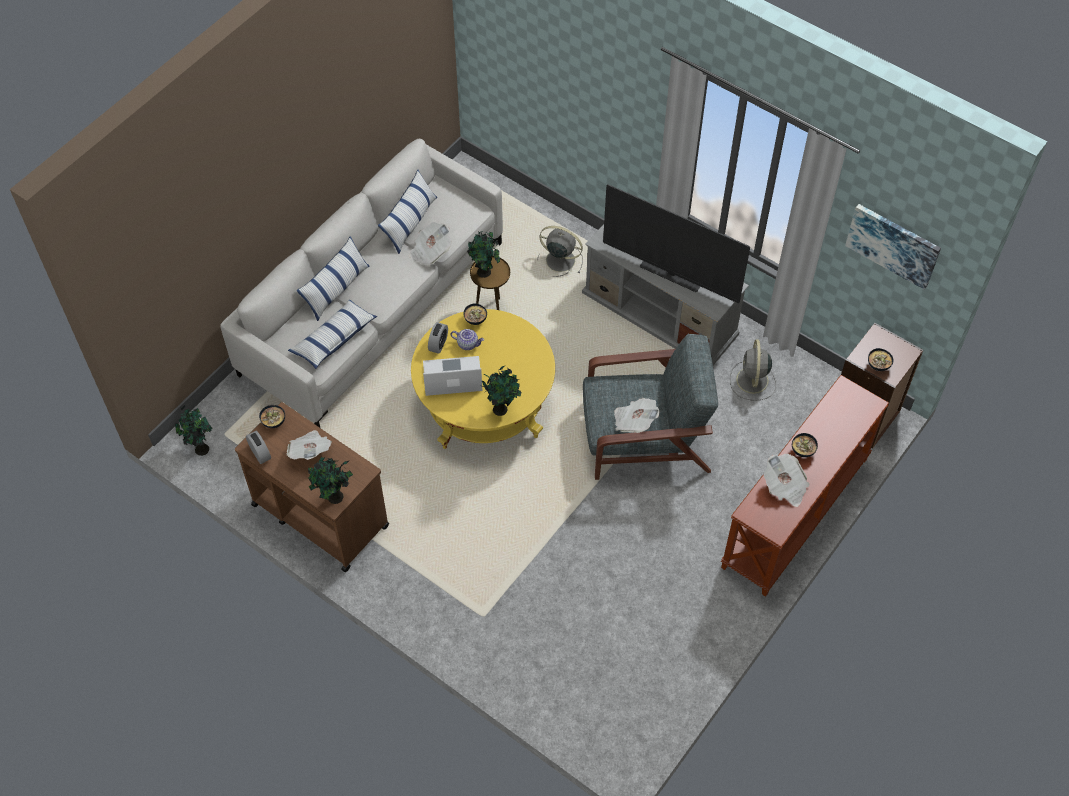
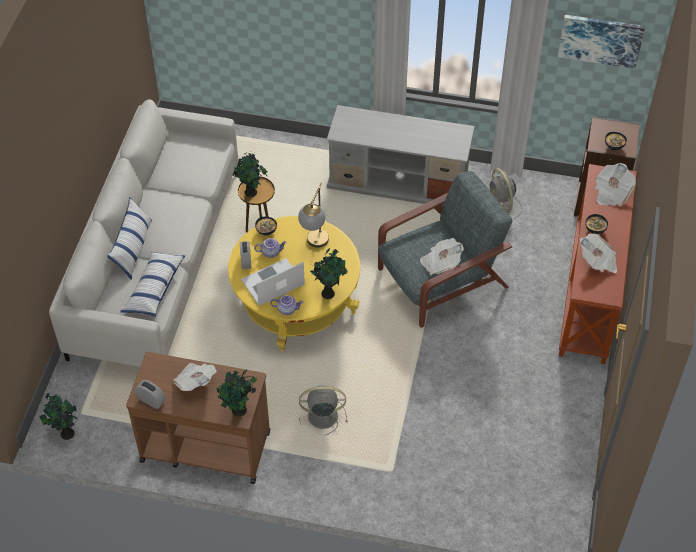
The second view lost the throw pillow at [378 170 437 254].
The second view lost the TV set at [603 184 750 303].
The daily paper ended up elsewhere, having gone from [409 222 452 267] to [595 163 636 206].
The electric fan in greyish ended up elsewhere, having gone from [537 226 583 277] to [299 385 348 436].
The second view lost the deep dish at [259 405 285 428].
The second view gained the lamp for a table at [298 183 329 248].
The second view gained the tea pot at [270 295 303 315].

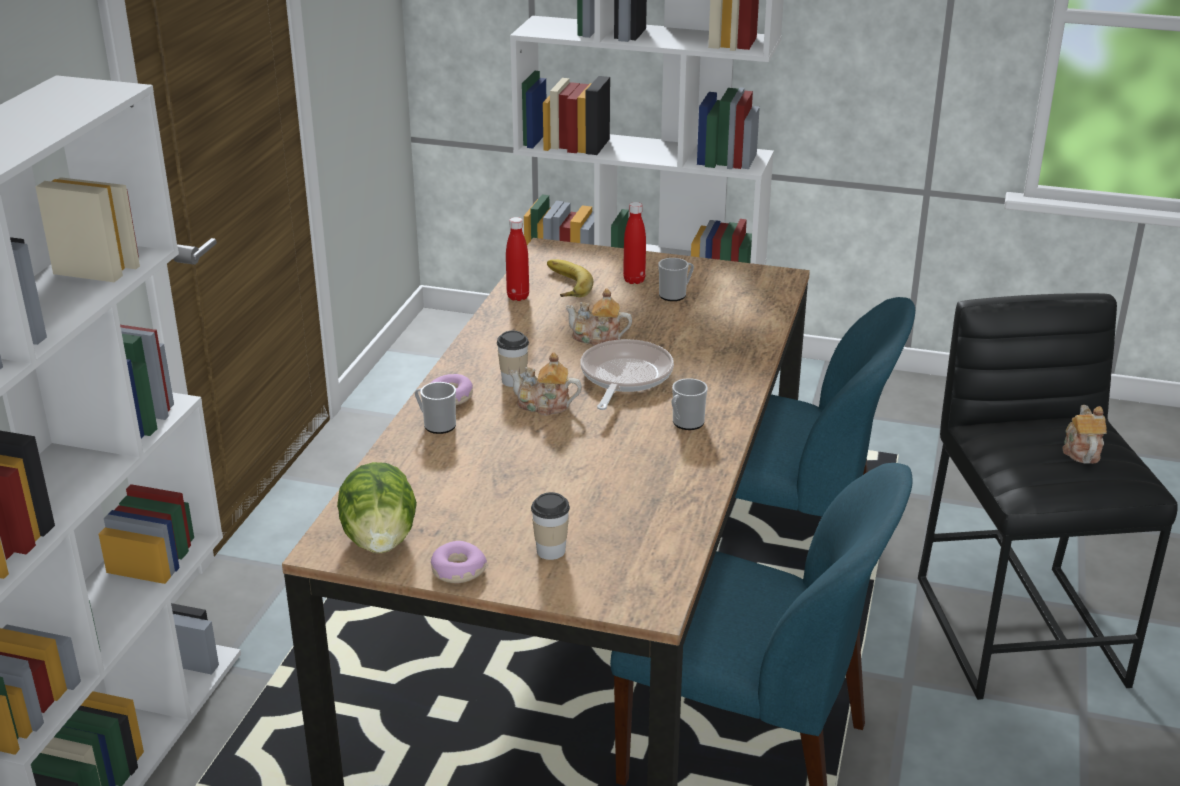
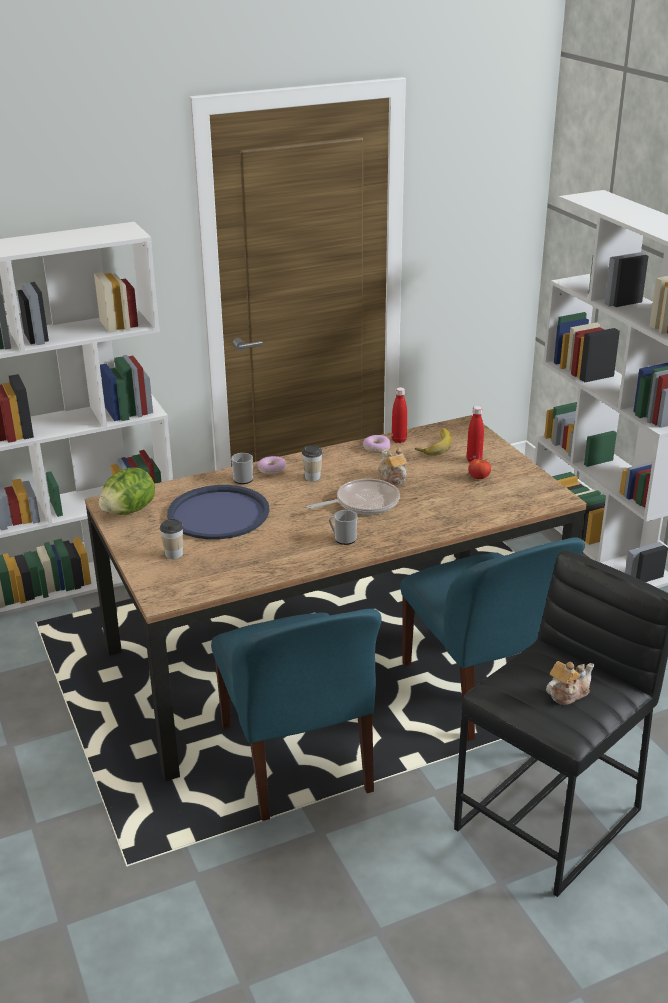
Where the mug stood at [658 258 694 301], the whole tomato came to stand at [468 459 491 479].
The second view lost the tea pot at [509 352 582 416].
The ring doughnut ended up elsewhere, having gone from [431 541 487 583] to [363 435 391 453].
The second view gained the carrying tray in blue-coloured at [167 485 270 539].

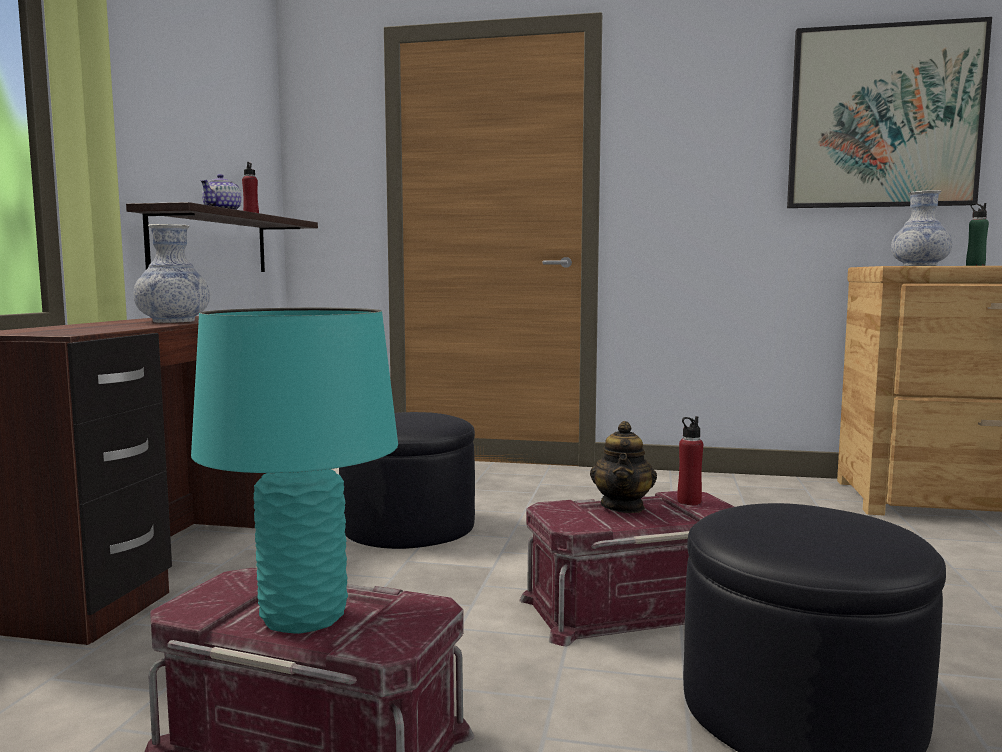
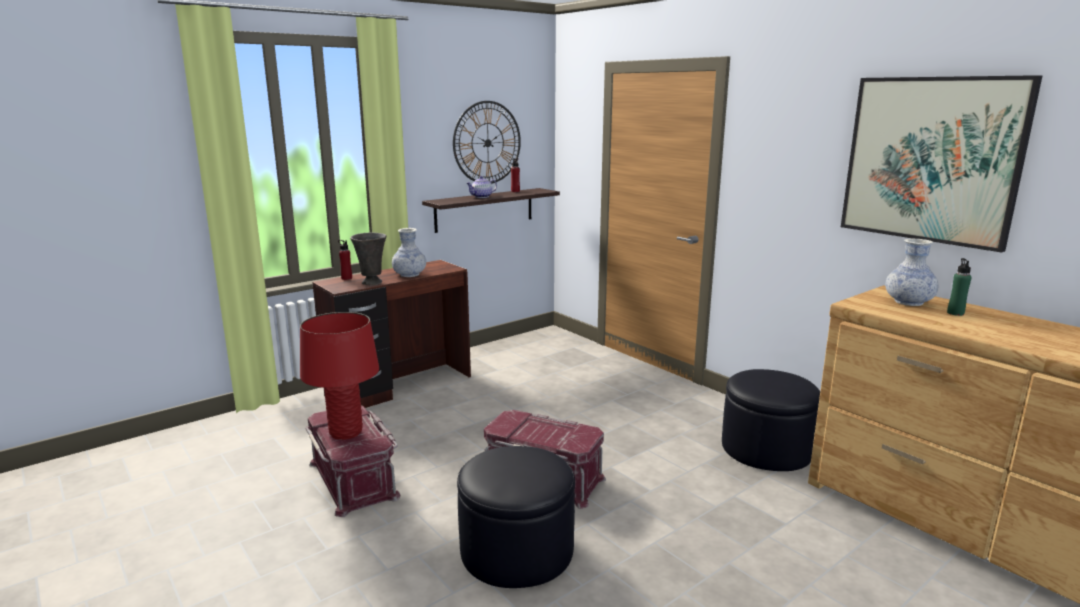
What was the lamp for a table in turquoise at [191 308 398 634] turned into the lamp for a table in reddish at [300 312 379 440].
The pouffe in black-coloured ended up elsewhere, having gone from [339 412 475 549] to [722 369 820 471].
The bottle in reddish ended up elsewhere, having gone from [677 416 703 505] to [338 240 352 280].
The second view lost the tea pot at [590 421 657 513].
The second view gained the clock on the wall at [453 101 521 184].
The second view gained the vase in greyish at [350 233 386 285].

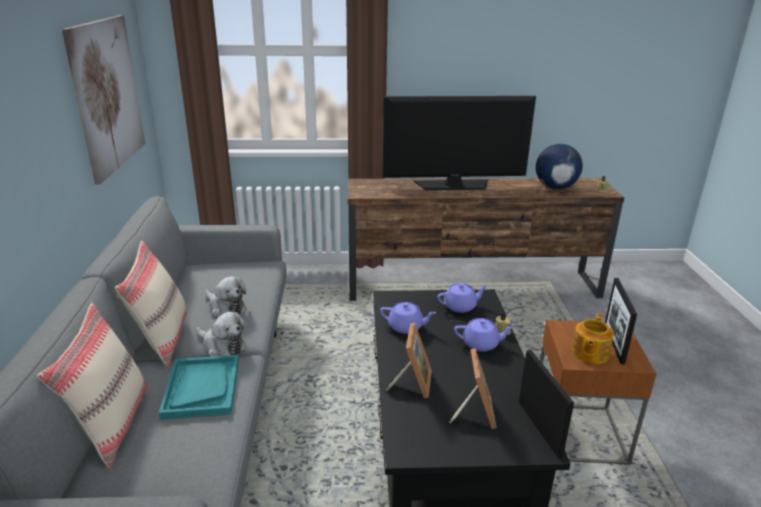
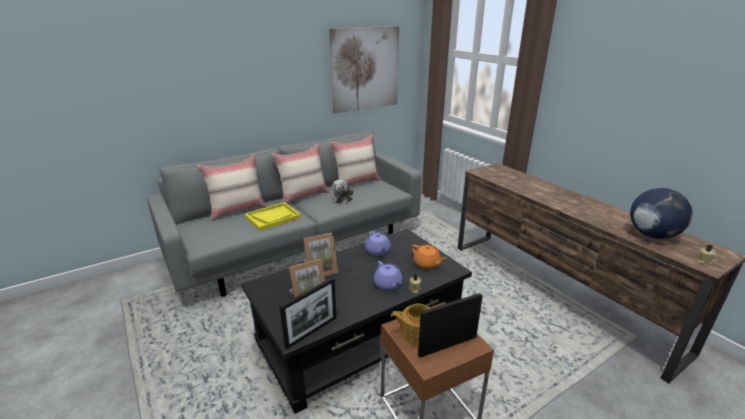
The second view lost the TV set at [383 96 536 190].
What was the tea pot in purple-coloured at [437 283 488 313] turned into the tea pot in orange at [411 244 447 269].
The second view lost the soft toy at [196 312 247 357].
What was the carrying tray in turquoise at [159 355 239 420] turned into the carrying tray in yellowish at [245 202 301 231].
The second view gained the throw pillow in sand-coloured at [330 134 381 185].

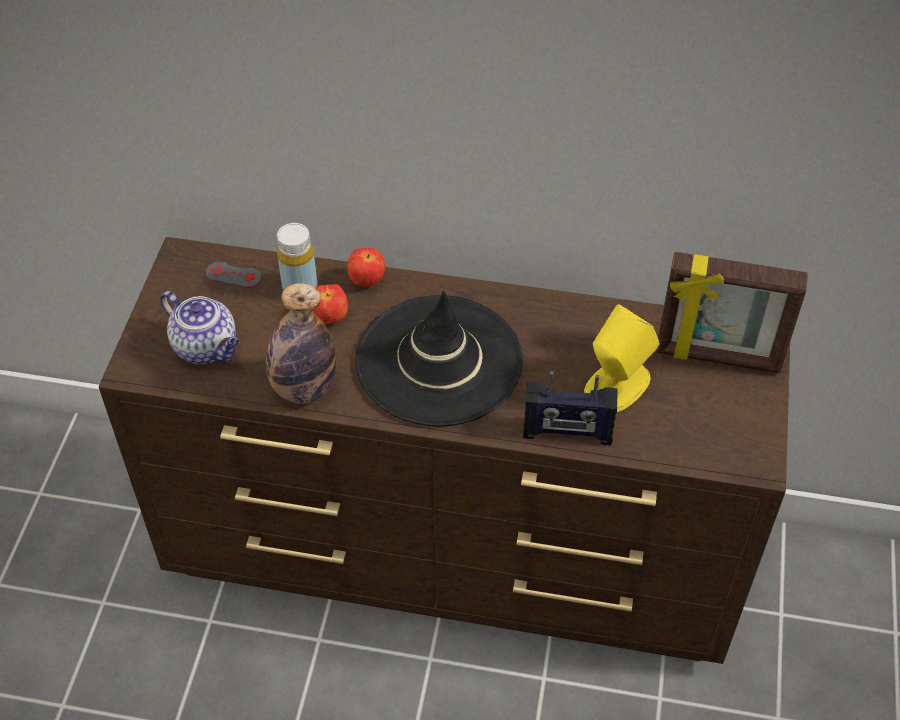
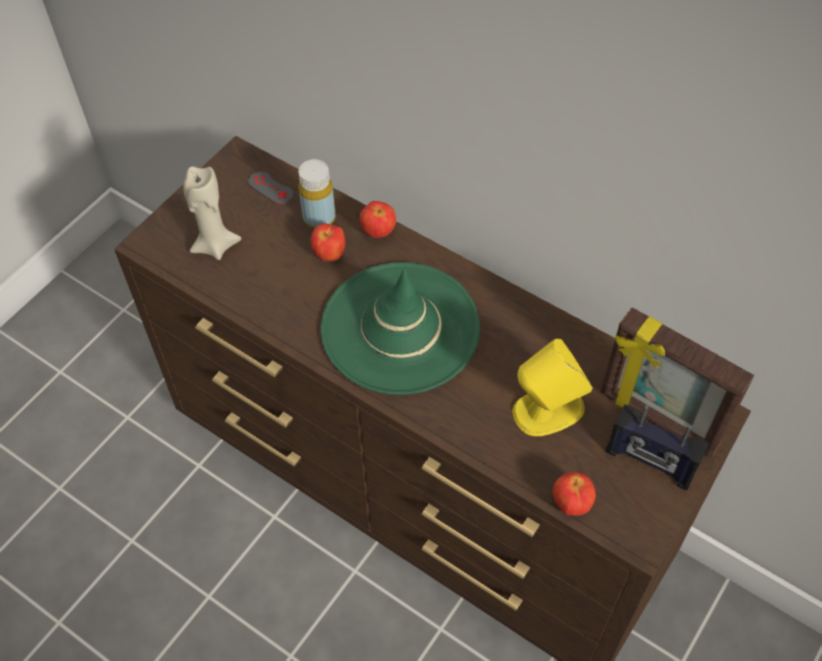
The second view lost the bottle at [266 283 336 404].
Where the tea pot stood at [160 291 239 364], the wax candle in sand-coloured came to stand at [183 166 242 260].
What was the hat in black-coloured at [355 291 523 427] turned into the hat in green-coloured at [321 262 480 395].
The radio receiver ended up elsewhere, having gone from [523 371 618 445] to [606 404 709 491].
The second view gained the whole apple at [553 472 596 516].

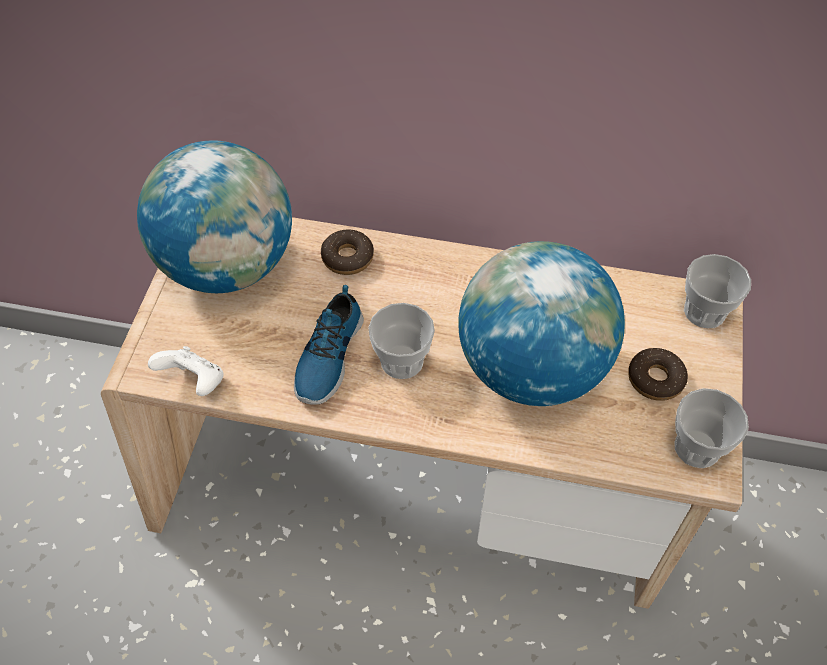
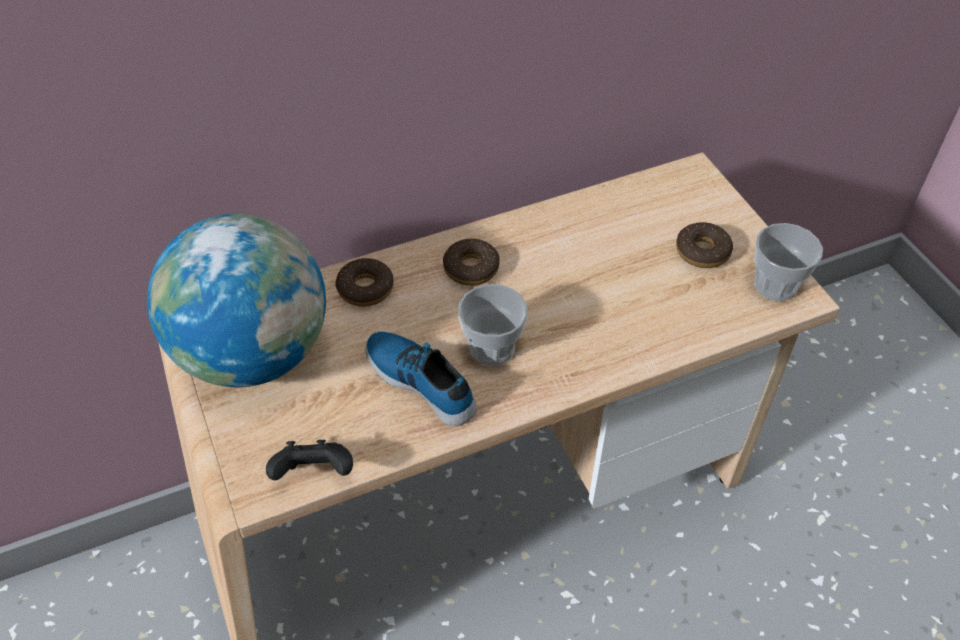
The second view lost the desk globe at [458 241 625 406].
The second view lost the cup at [684 254 751 328].
The low shoe at [294 285 364 405] ended up facing another way, 150 degrees clockwise from before.
What was the game controller in white at [148 346 224 396] turned into the game controller in black-coloured at [266 440 353 480].
The second view gained the ring doughnut at [443 239 500 286].

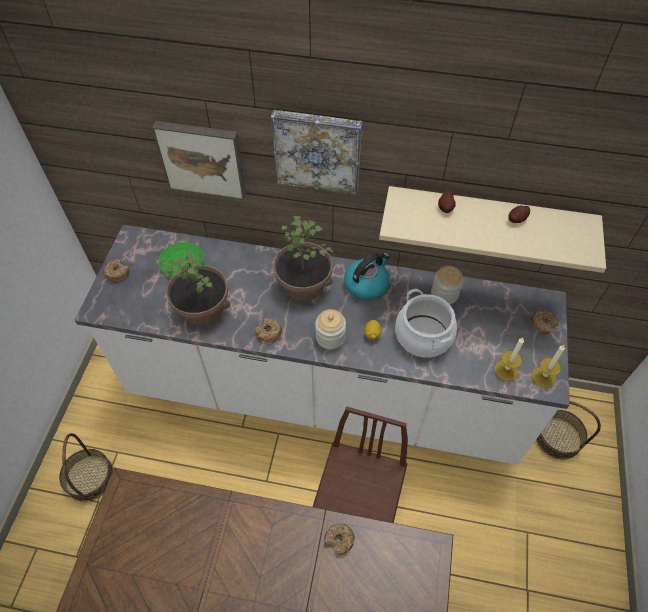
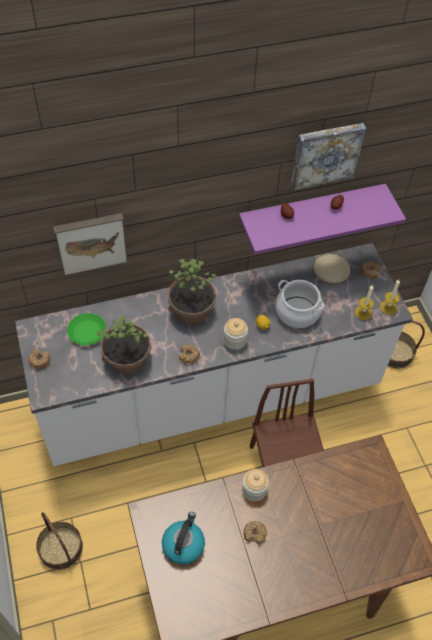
The wall picture ended up elsewhere, having gone from [271 110 362 195] to [291 123 366 190].
What was the shelf in sand-coloured at [379 186 606 273] turned into the shelf in purple-coloured at [239 184 406 255].
The water kettle ended up elsewhere, having gone from [344 252 390 300] to [162 512 205 564].
The jar ended up elsewhere, having gone from [431 266 464 304] to [242 469 269 502].
The ring doughnut ended up elsewhere, having gone from [324 523 355 556] to [243 521 267 544].
The second view gained the plate in sand-coloured at [314 254 350 283].

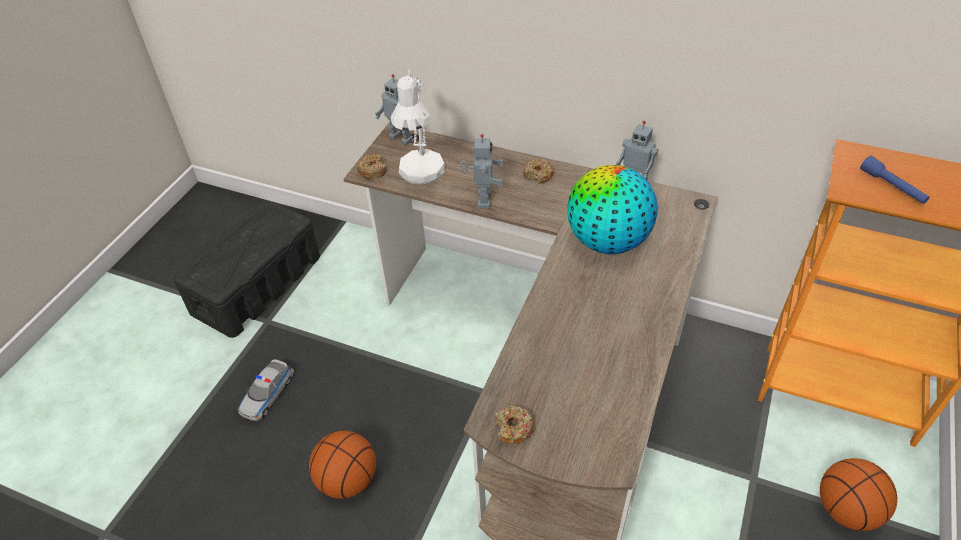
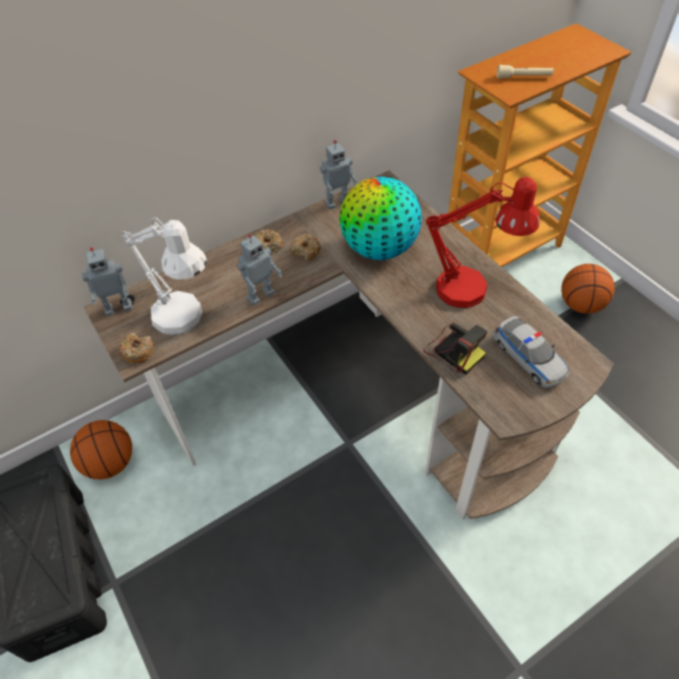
The model robot at [460 134 503 208] ended up facing another way, 105 degrees clockwise from before.
What was the hand torch in blue-coloured at [860 156 930 204] turned into the hand torch in sand-coloured at [497 65 553 79].
The toy car ended up elsewhere, having gone from [238 359 294 421] to [493 316 569 388].
The ring doughnut ended up elsewhere, having gone from [494 406 535 444] to [290 234 321 261].
The basketball ended up elsewhere, having gone from [309 431 376 499] to [70 420 132 479].
The second view gained the lamp for a table in reddish at [426 177 540 308].
The second view gained the still camera at [423 322 487 375].

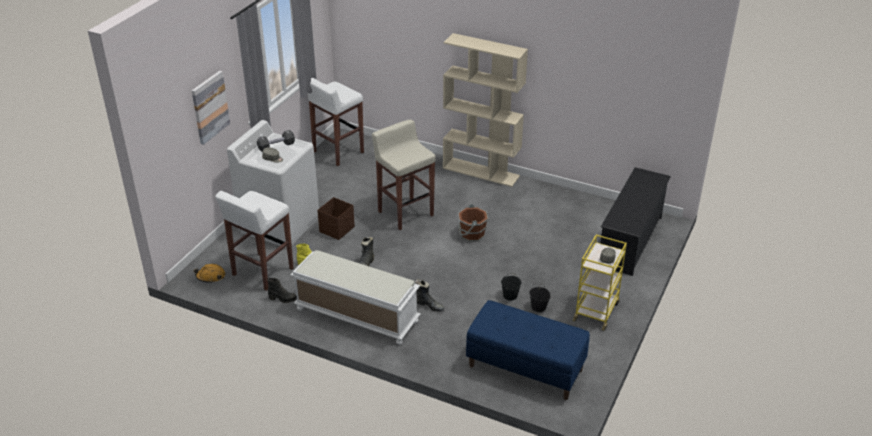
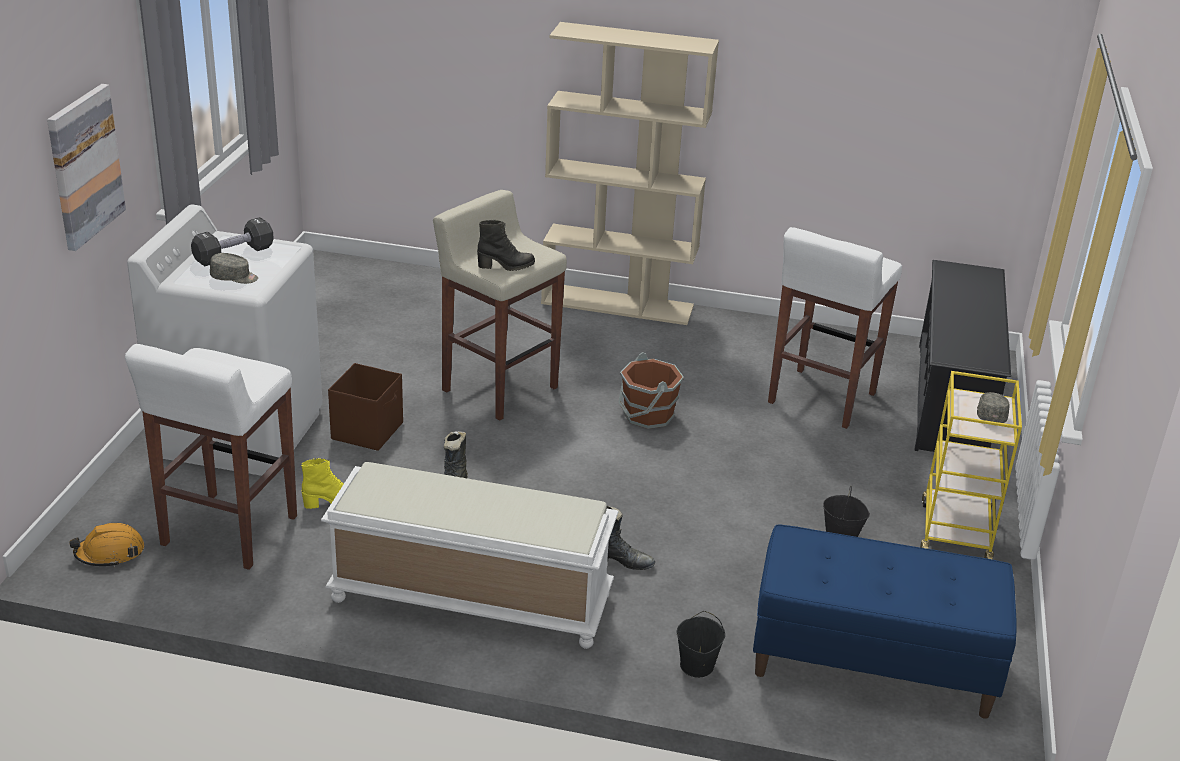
The stool seat in white ended up elsewhere, having gone from [307 78 364 166] to [768 227 902 429].
The bucket in black-coloured ended up elsewhere, having gone from [501 273 522 300] to [676 611 725 678].
The tall boot in black-coloured ended up elsewhere, having gone from [267 278 297 303] to [477 220 535 271].

